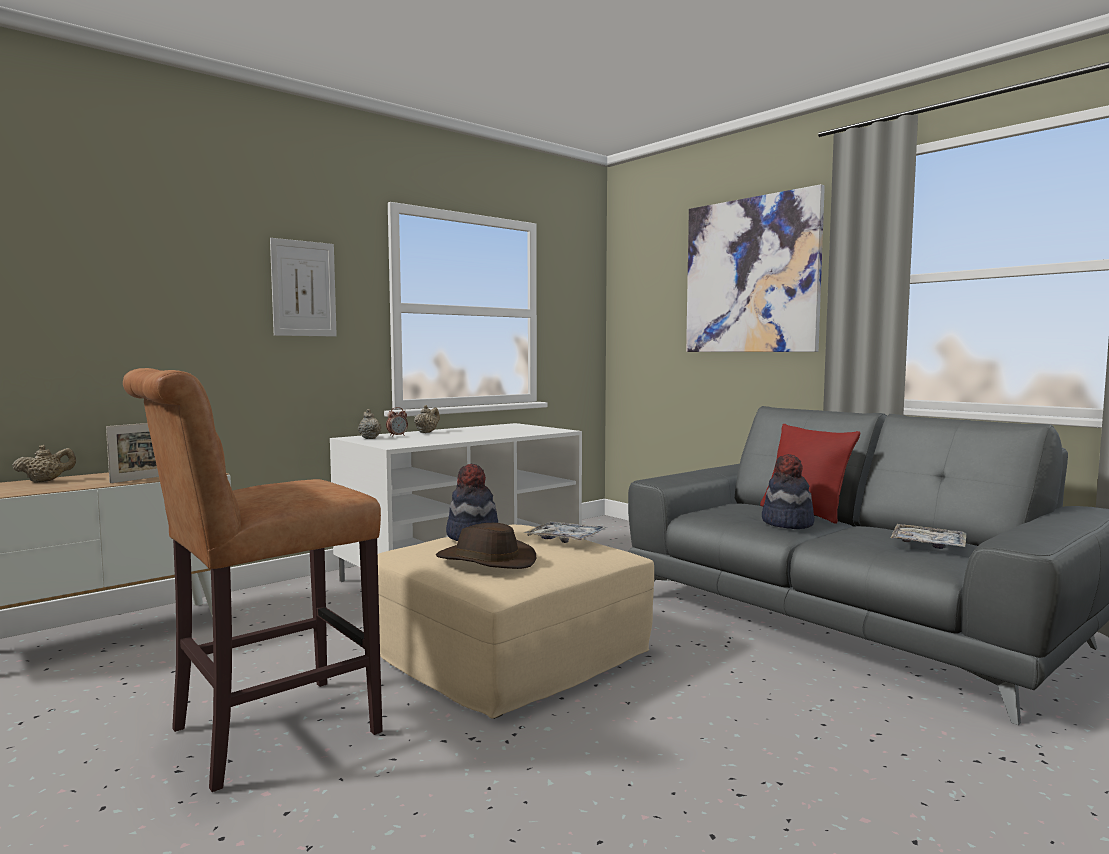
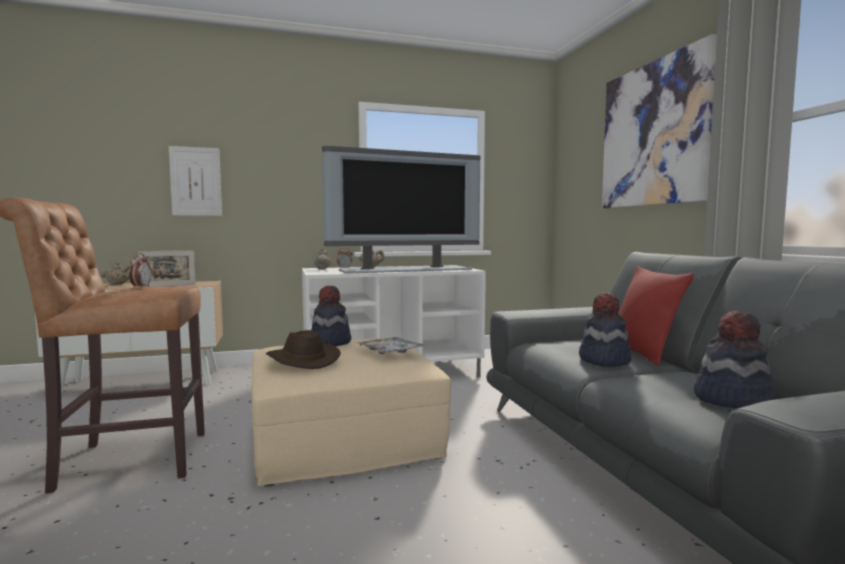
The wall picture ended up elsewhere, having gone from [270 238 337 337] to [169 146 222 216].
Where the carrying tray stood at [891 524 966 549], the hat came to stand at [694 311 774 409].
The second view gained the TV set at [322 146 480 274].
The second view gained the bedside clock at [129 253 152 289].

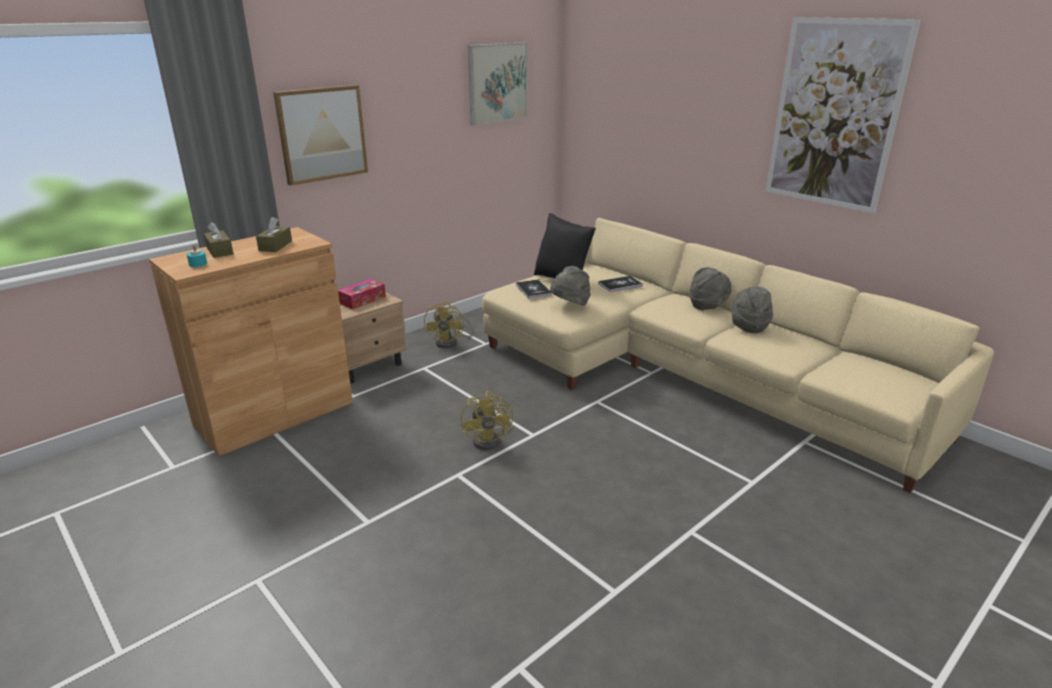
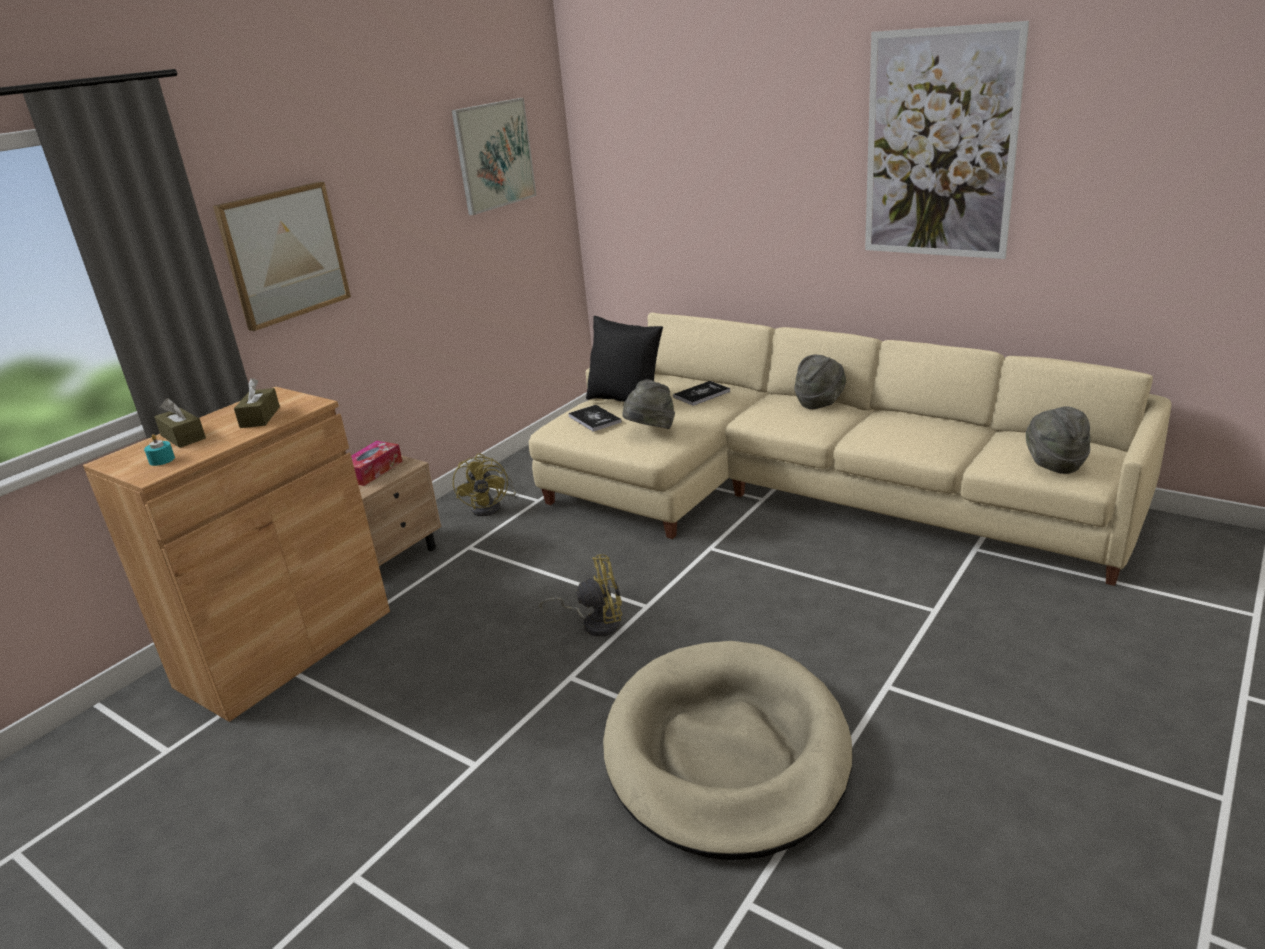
The hat in greyish ended up elsewhere, having gone from [732 287 773 333] to [1026 407 1090 474].
The electric fan in yellowish at [461 391 513 450] ended up facing another way, 75 degrees counterclockwise from before.
The second view gained the pet bed in sand-coloured at [603 641 853 860].

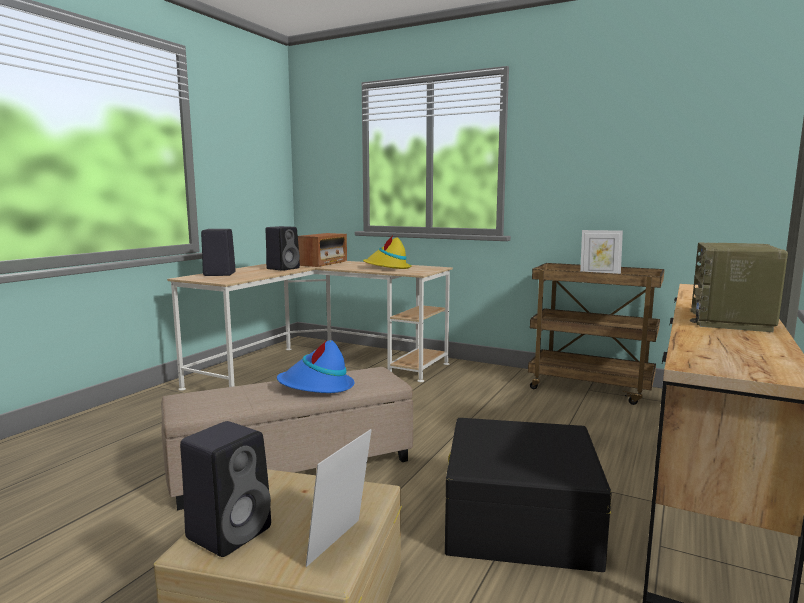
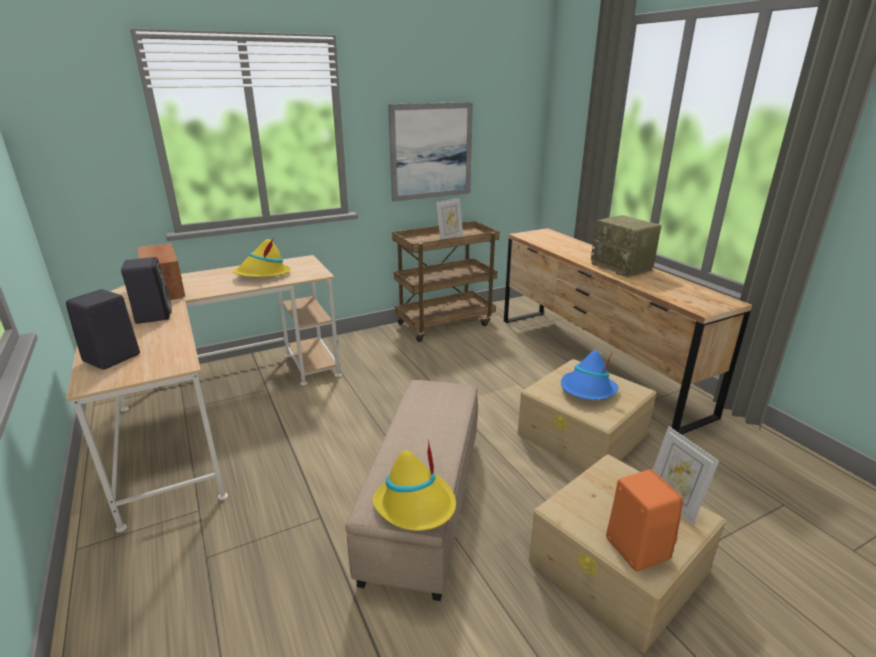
The hat in blue-coloured ended up elsewhere, having gone from [277 340 355 393] to [561 350 618 400].
What was the storage container in black-coloured at [445 418 612 572] turned into the storage container in sand-coloured at [518 359 656 471].
What was the speaker in black-coloured at [180 421 271 557] turned into the speaker in orange at [606 469 683 572].
The second view gained the wall picture at [388 102 473 202].
The second view gained the hat in yellowish at [373 439 456 531].

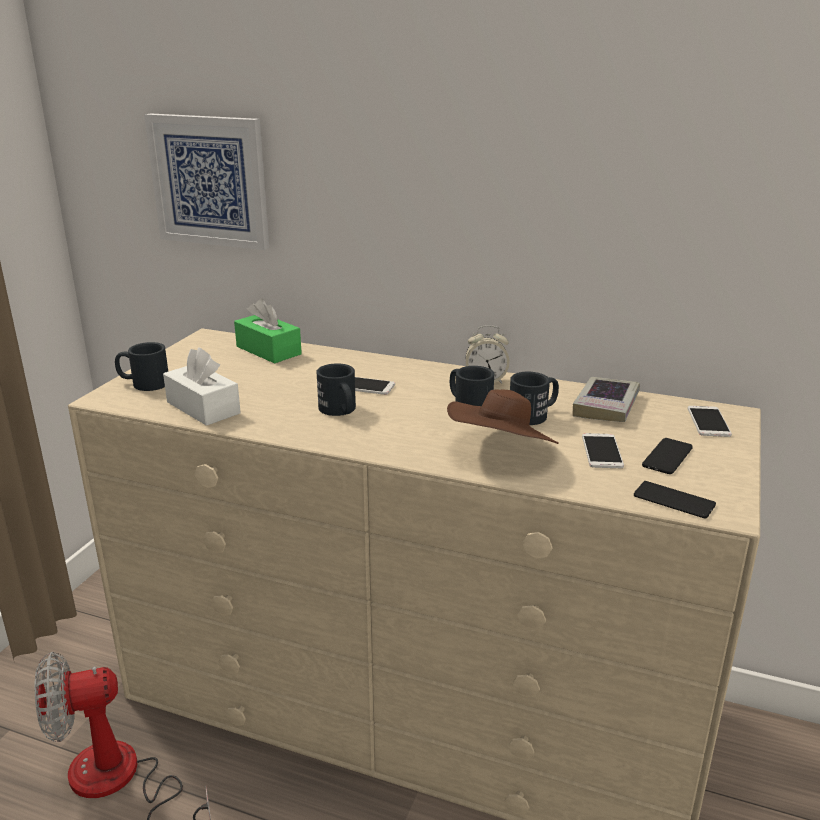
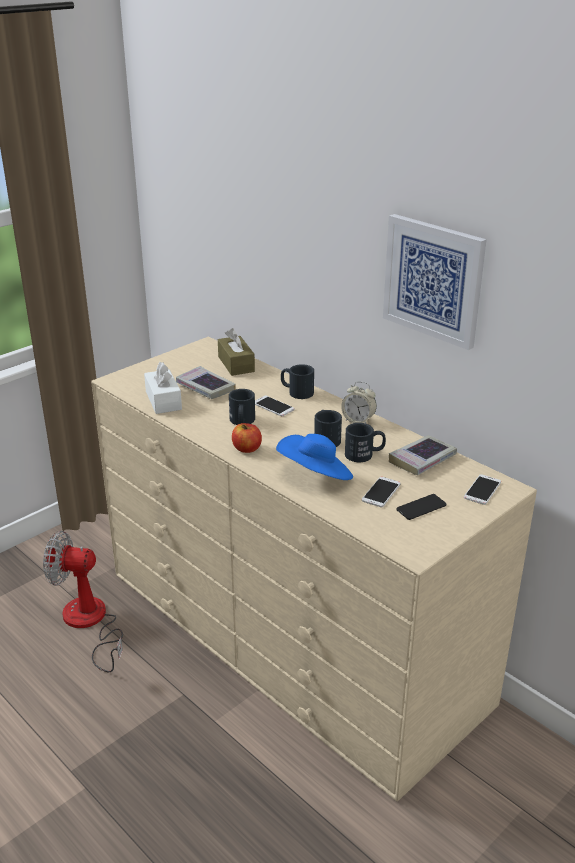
The wall picture ended up elsewhere, having gone from [144 113 269 250] to [383 214 487 350].
What was the tissue box in green-coloured at [234 299 302 364] turned into the tissue box in brown at [218 328 255 376].
The mug in black-coloured ended up elsewhere, having gone from [115 342 168 391] to [281 364 314 399].
What was the hat in brown at [447 390 559 444] turned into the hat in blue-coloured at [276 434 353 480].
The second view lost the handset at [634 481 716 519].
The second view gained the book at [176 366 236 399].
The second view gained the whole apple at [232 423 262 453].

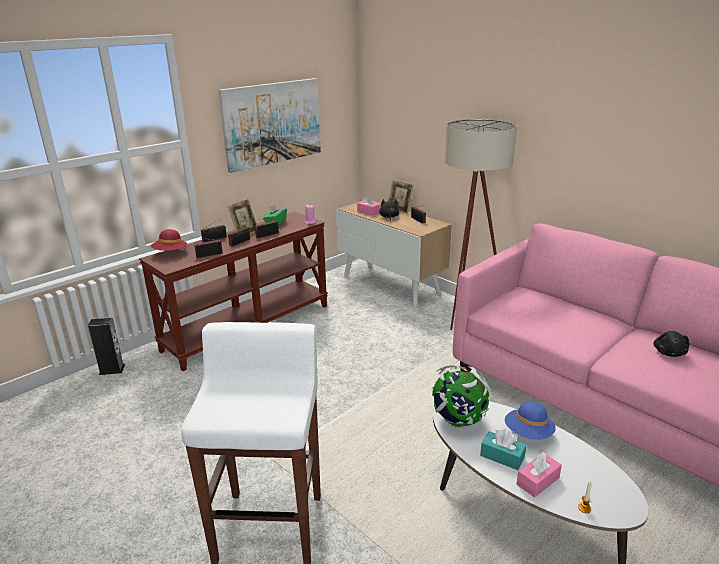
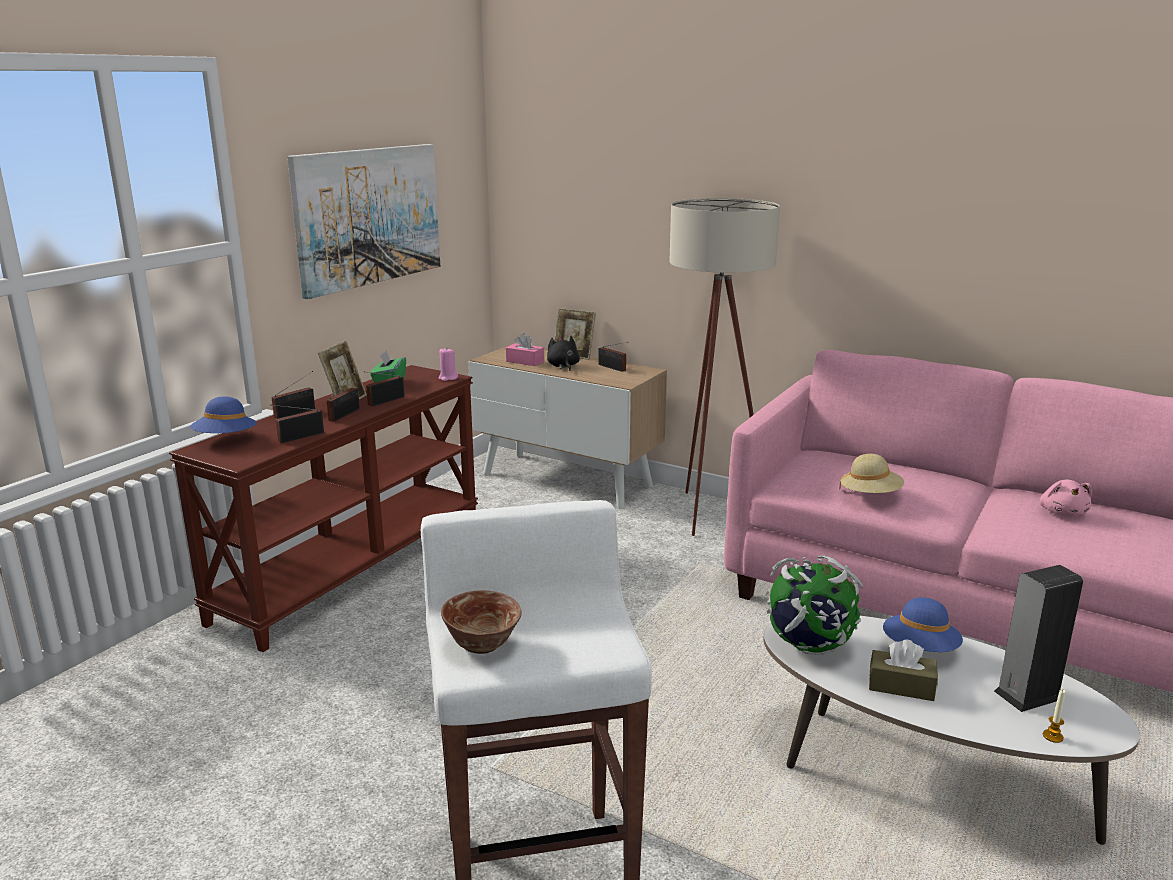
What was the hat in reddish at [151 229 187 251] turned into the hat in blue-coloured at [190 396 257 433].
The speaker ended up elsewhere, having gone from [88 318 125 375] to [994 565 1083 712].
What was the soft toy in black-coloured at [654 331 689 357] turned into the soft toy in pink at [1040 480 1092 517].
What was the tissue box in turquoise at [480 429 526 470] turned into the tissue box in brown at [869 640 938 701].
The second view lost the tissue box in pink at [516 452 562 498].
The second view gained the hat in sand-coloured at [839 454 904 493].
The second view gained the deep dish at [441 590 521 654].

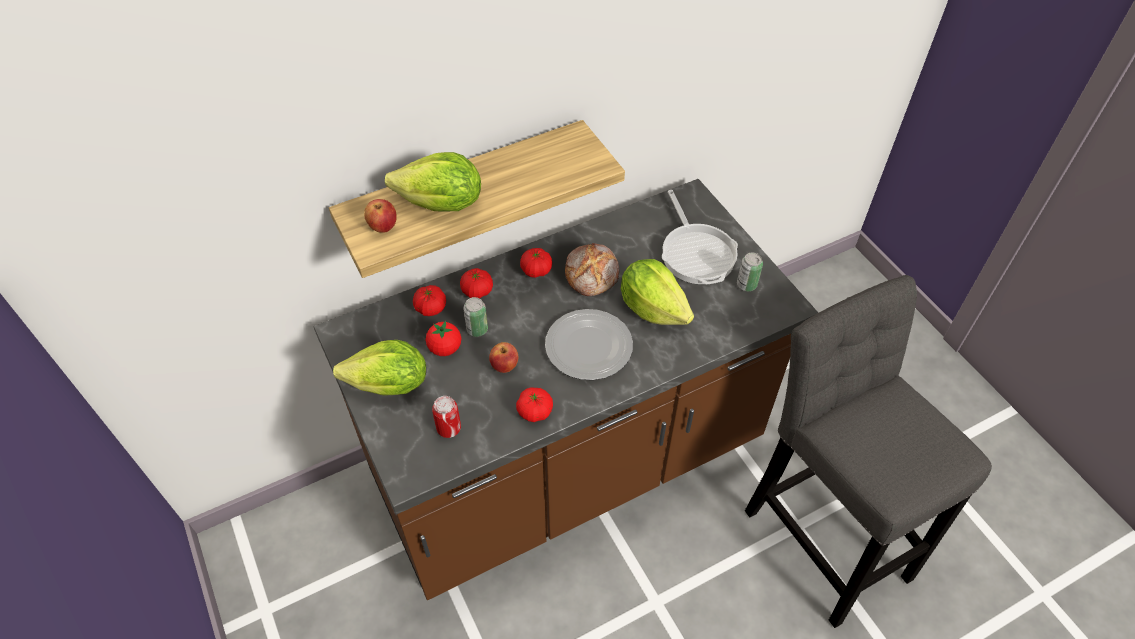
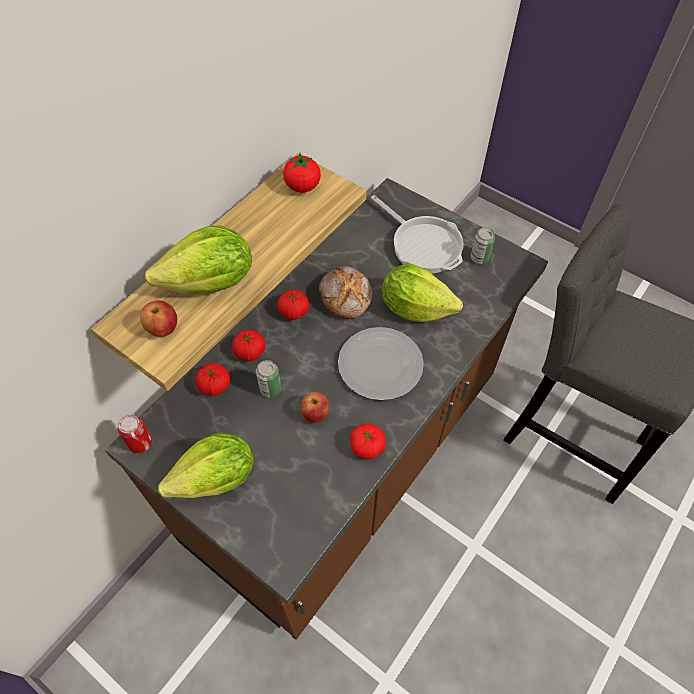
The whole tomato ended up elsewhere, having gone from [426 321 461 356] to [283 153 321 193].
The metal can ended up elsewhere, having gone from [432 396 461 438] to [118 415 152 453].

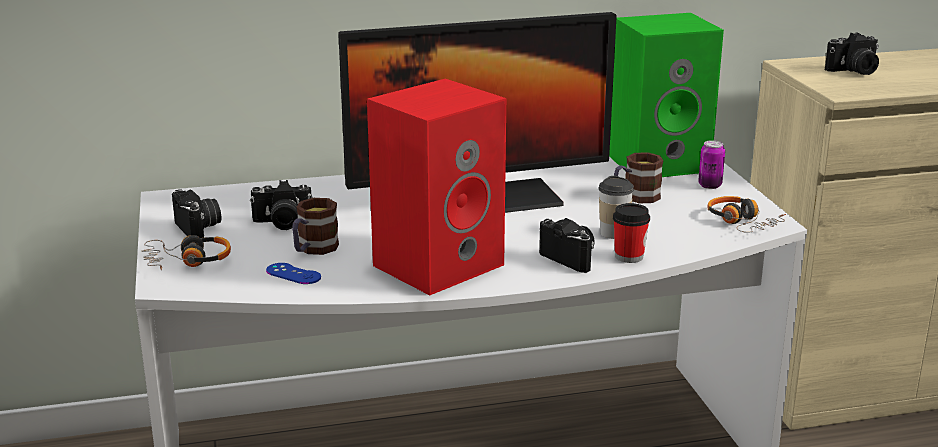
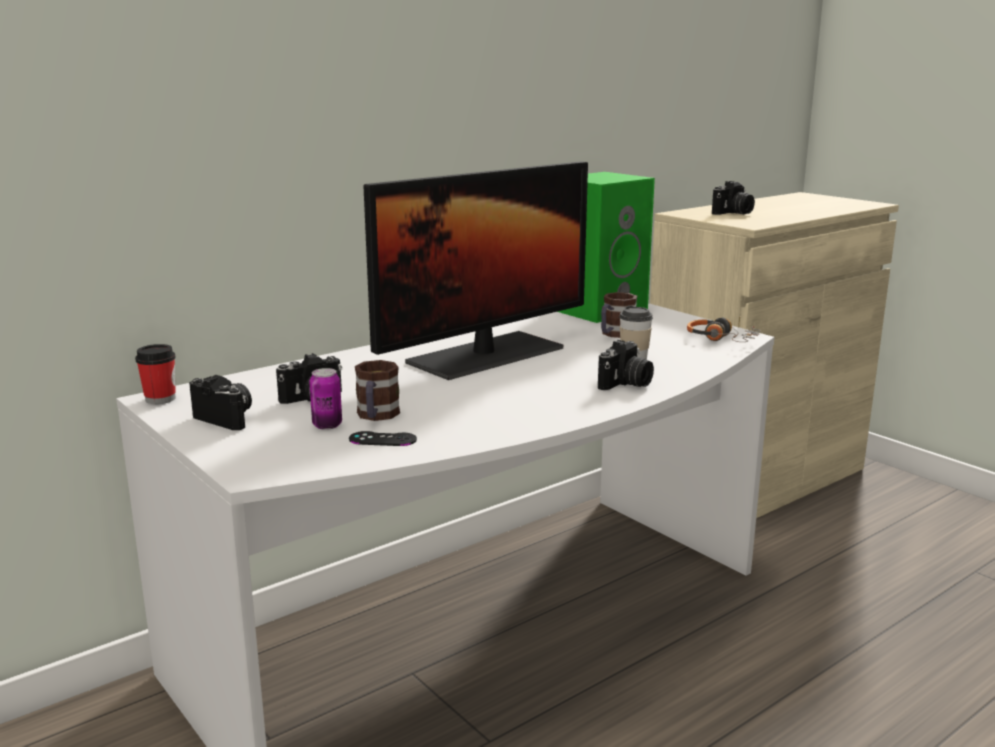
The second view lost the speaker in reddish at [367 79 506 295].
The metal can ended up elsewhere, having gone from [698 140 725 189] to [309 368 342 430].
The cup ended up elsewhere, having gone from [613 203 650 263] to [135 344 176 404].
The still camera at [539 218 595 273] ended up facing another way, 105 degrees clockwise from before.
The second view lost the headset at [142 235 231 270].
What was the game controller in blue-coloured at [266 263 321 284] turned into the game controller in black-coloured at [349 431 417 446].

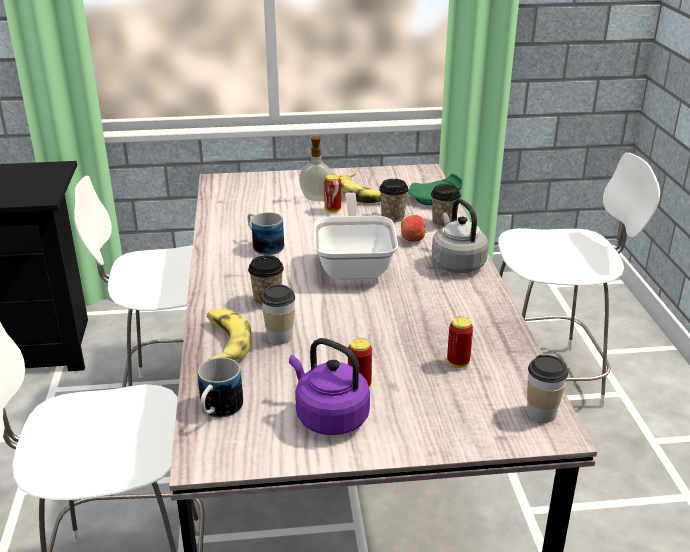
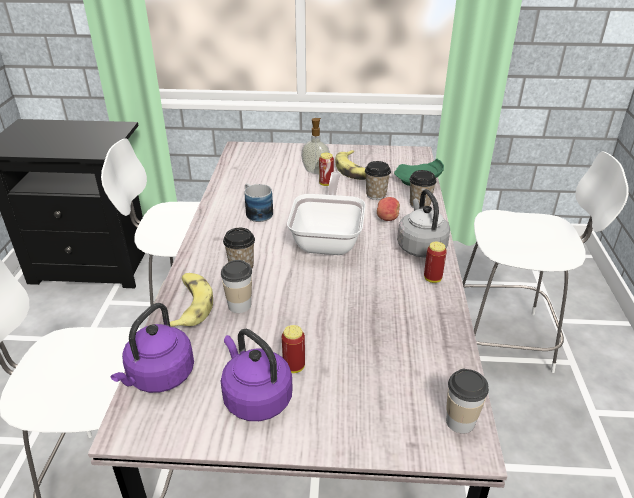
The metal can ended up elsewhere, having gone from [447 317 473 368] to [424 242 447 283].
Where the mug stood at [198 357 243 418], the water kettle in purple-coloured came to stand at [111 303 194 393].

